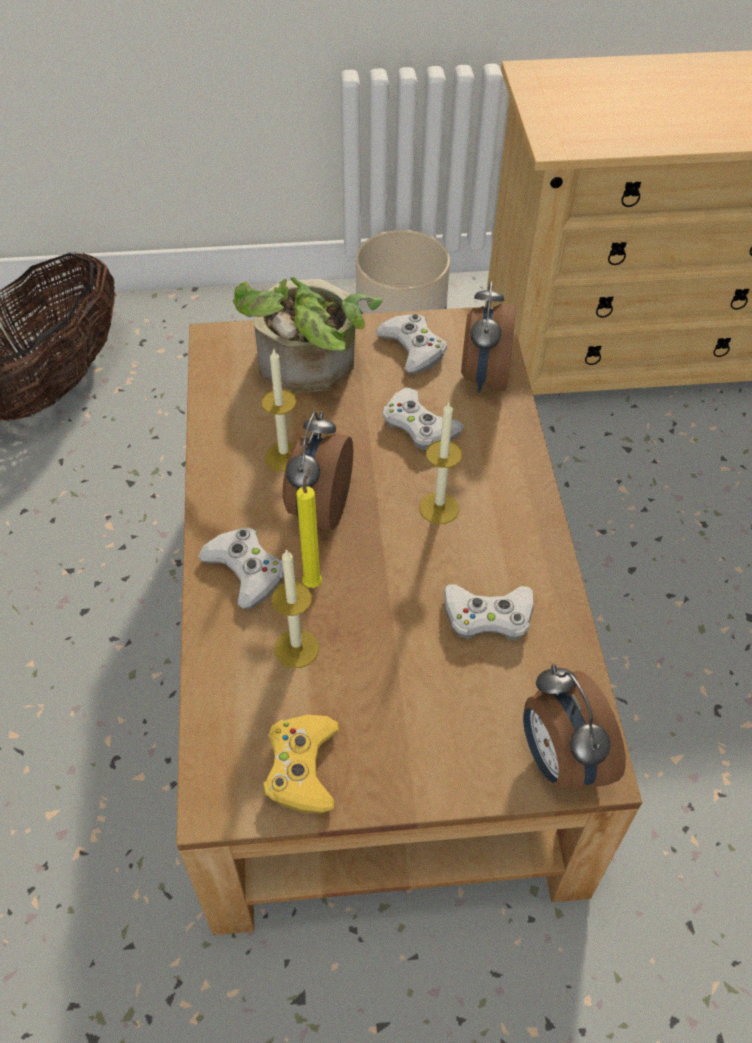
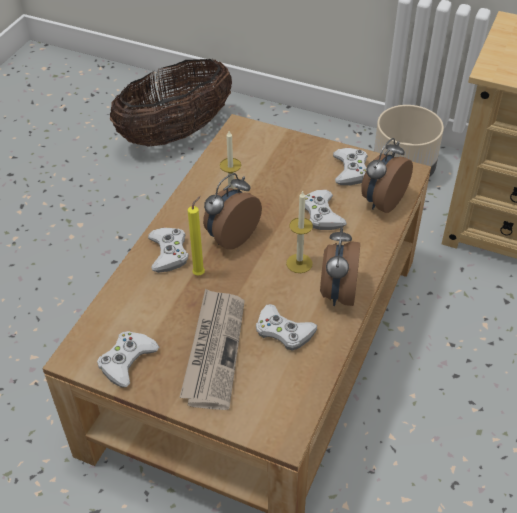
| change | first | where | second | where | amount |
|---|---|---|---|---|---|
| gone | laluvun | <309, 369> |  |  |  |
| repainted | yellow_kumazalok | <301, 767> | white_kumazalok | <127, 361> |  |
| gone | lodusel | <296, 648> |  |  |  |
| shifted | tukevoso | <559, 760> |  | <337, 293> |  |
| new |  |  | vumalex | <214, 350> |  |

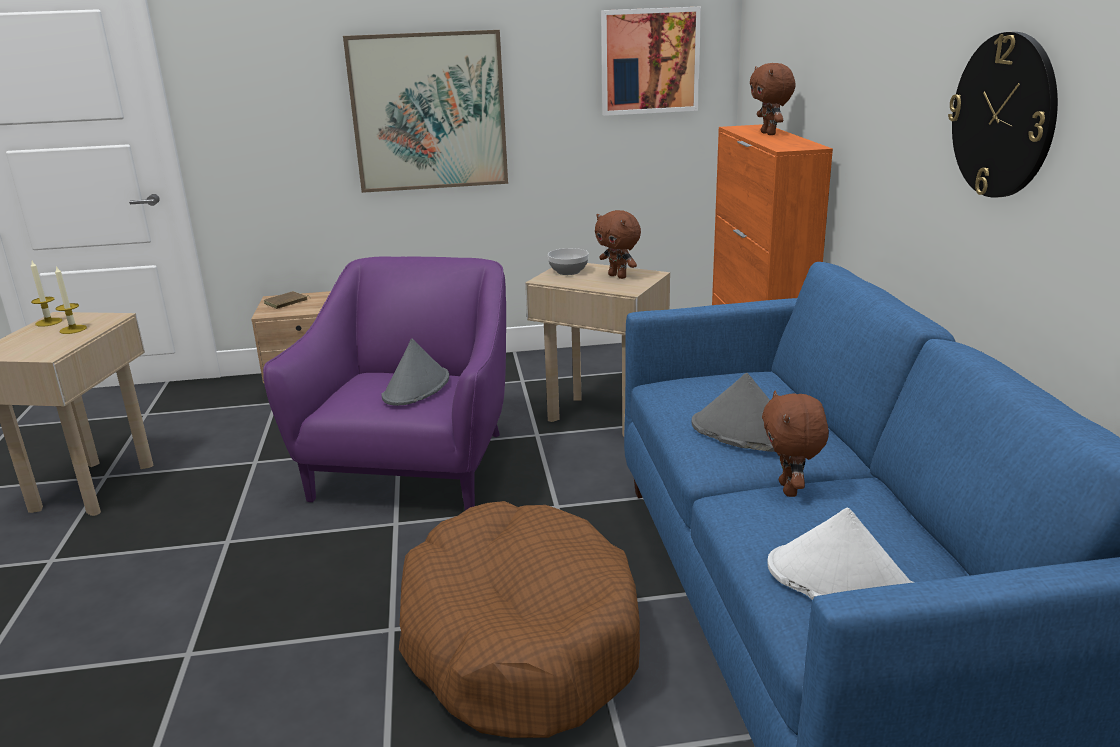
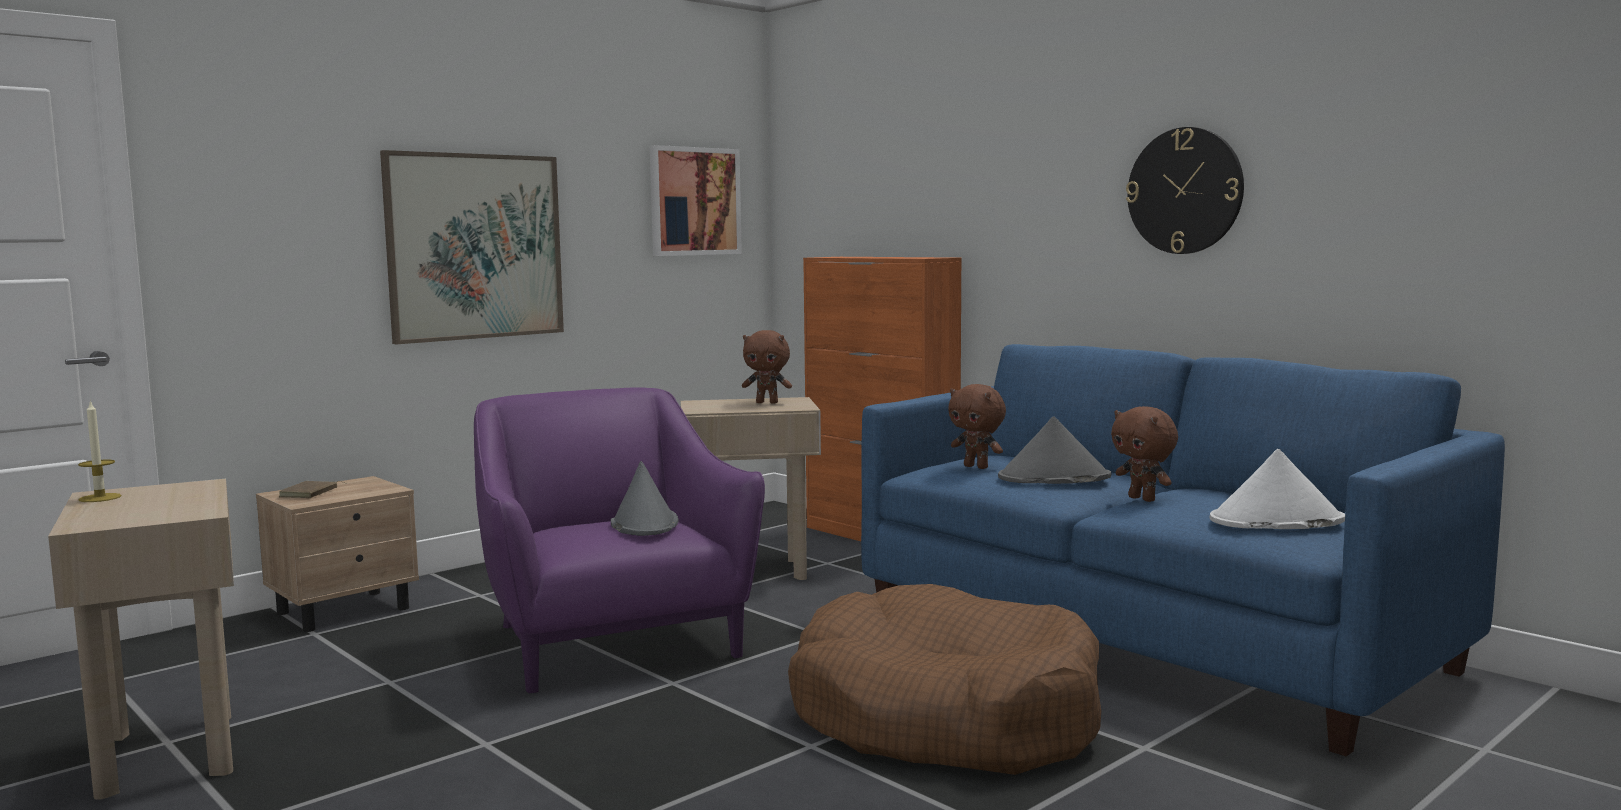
| change | first | where | second | where | amount |
|---|---|---|---|---|---|
| gone | lodusel | <73, 329> |  |  |  |
| gone | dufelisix | <569, 271> |  |  |  |
| shifted | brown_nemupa | <769, 134> |  | <977, 467> |  |

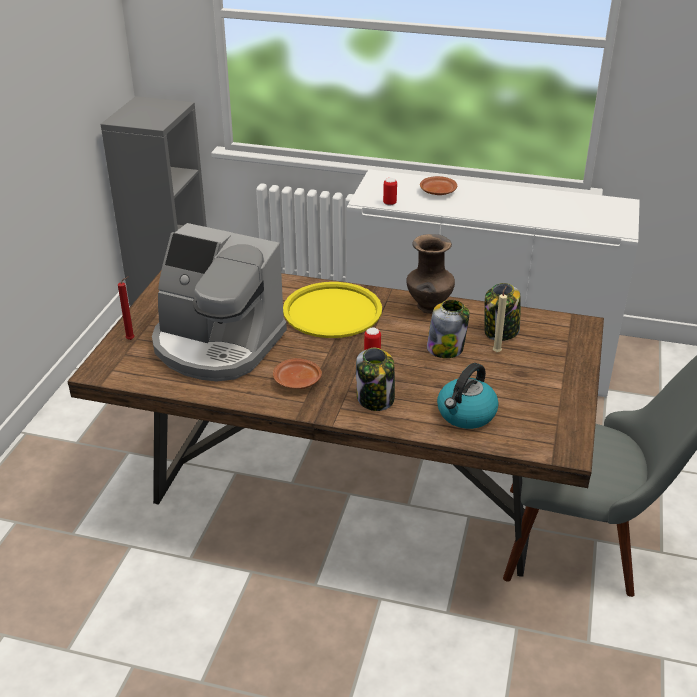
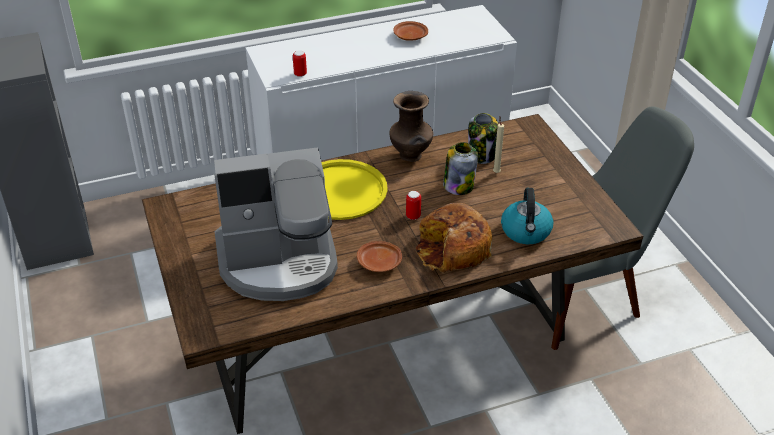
| change | first | where | second | where | amount |
|---|---|---|---|---|---|
| gone | red_lodusel | <132, 339> |  |  |  |
| swapped | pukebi | <375, 399> | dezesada | <452, 249> |  |
| shifted | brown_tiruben | <437, 191> |  | <410, 36> |  |

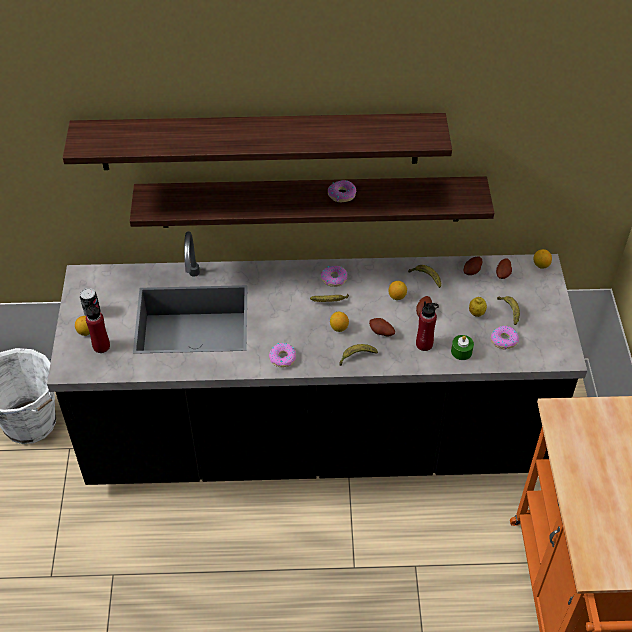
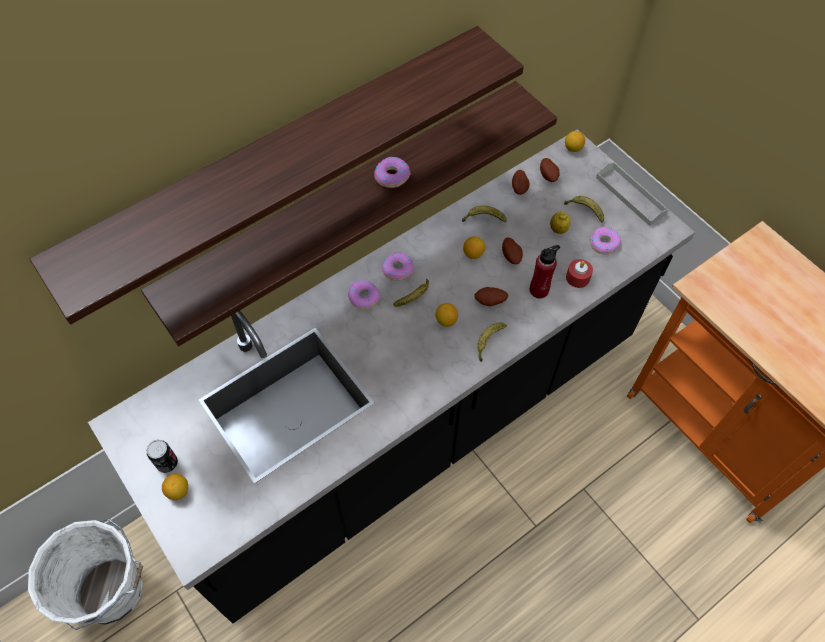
| change | first | where | second | where | amount |
|---|---|---|---|---|---|
| gone | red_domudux | <101, 346> |  |  |  |
| shifted | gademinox | <283, 358> |  | <363, 297> |  |
| repainted | green_lodusel | <461, 351> | red_lodusel | <577, 277> |  |
| new |  |  | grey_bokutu | <630, 196> |  |

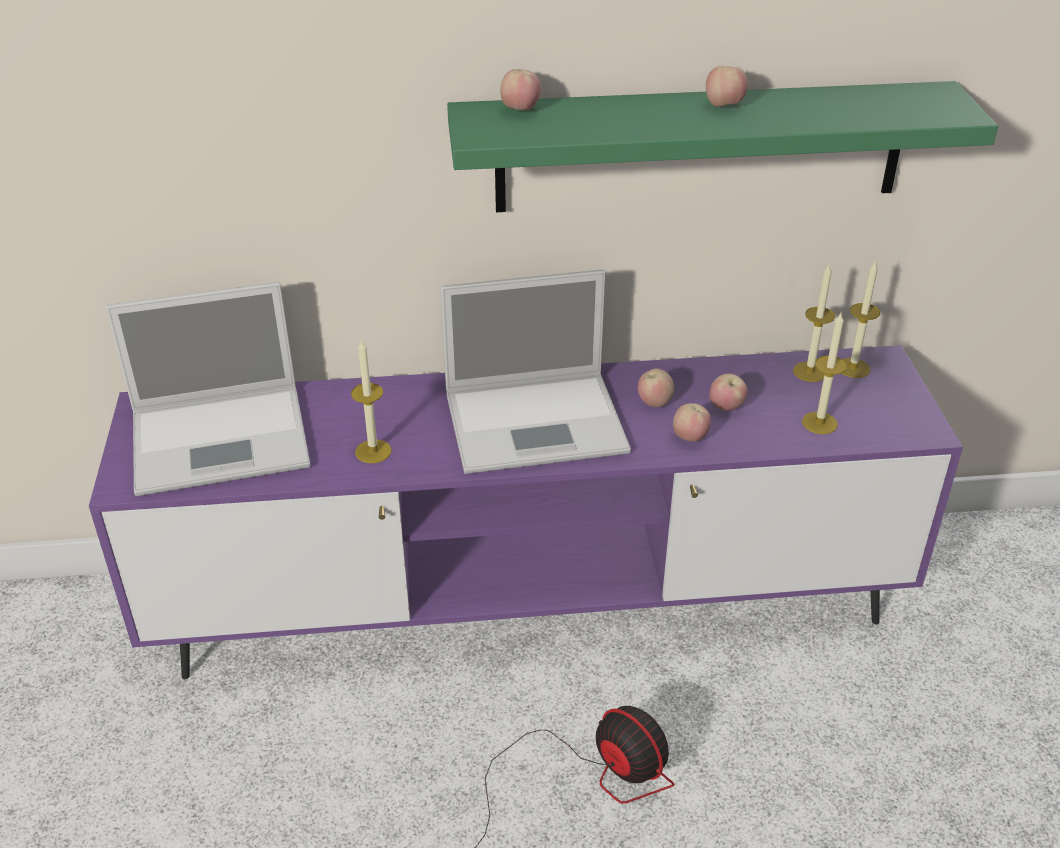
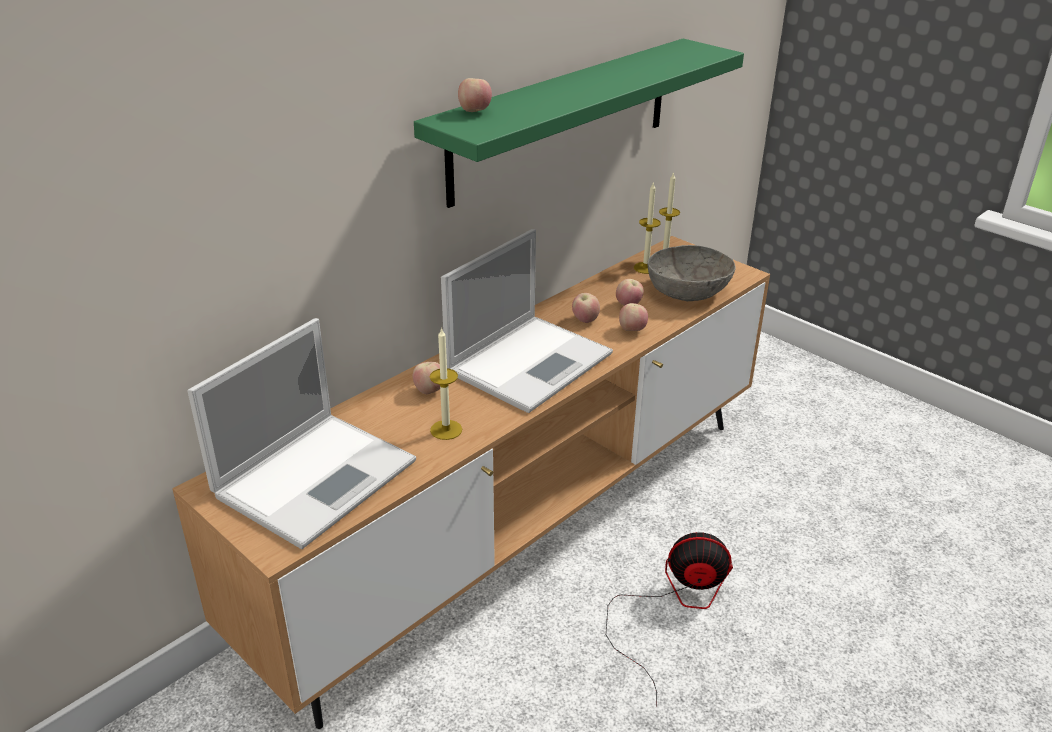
| change | first | where | second | where | amount |
|---|---|---|---|---|---|
| repainted | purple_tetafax | <529, 608> | brown_tetafax | <522, 530> |  |
| shifted | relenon | <724, 106> |  | <429, 391> |  |
| swapped | lodusel | <819, 423> | grey_dufelisix | <688, 292> |  |

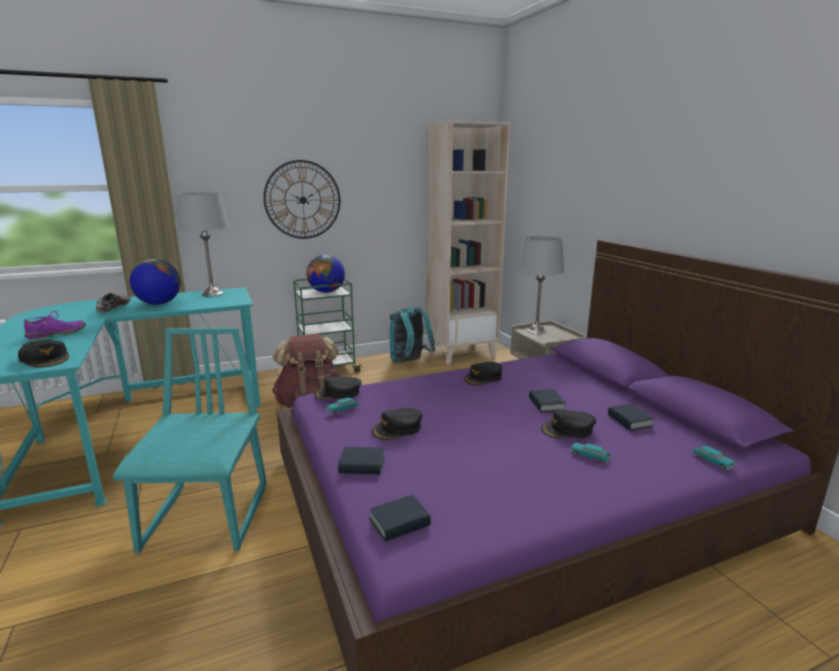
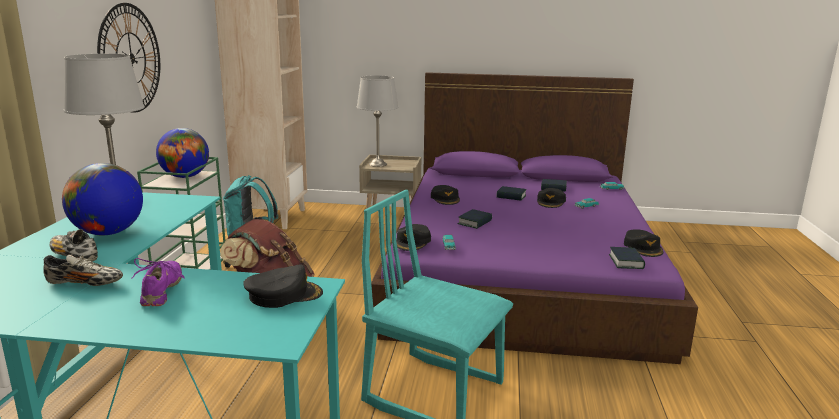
| change | first | where | second | where | amount |
|---|---|---|---|---|---|
| shifted | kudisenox | <362, 465> |  | <475, 222> |  |
| shifted | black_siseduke | <397, 429> |  | <643, 247> |  |
| new |  |  | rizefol | <85, 284> |  |

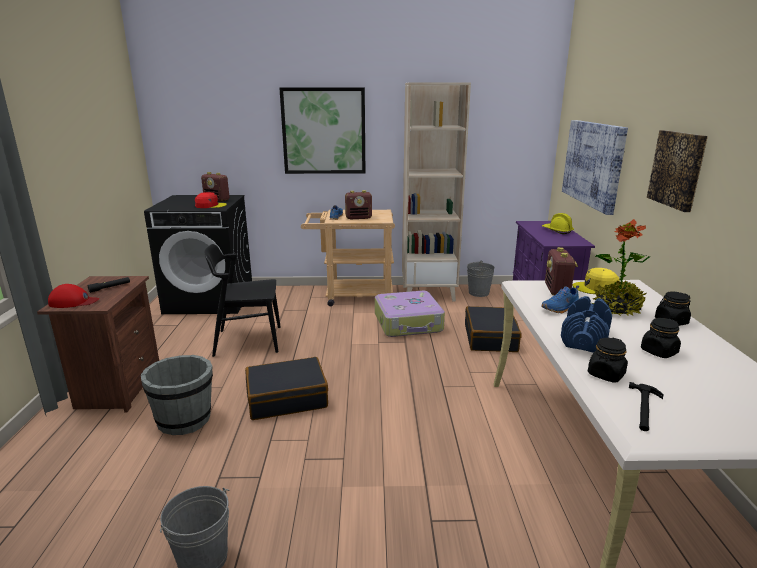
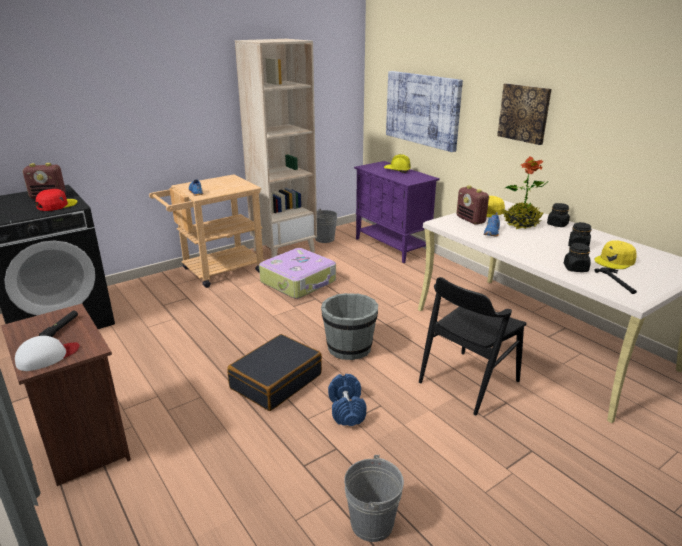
| change | first | where | second | where | amount |
|---|---|---|---|---|---|
| repainted | red_siseduke | <73, 302> | white_siseduke | <47, 356> |  |
| shifted | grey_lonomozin | <185, 419> |  | <349, 348> |  |
| shifted | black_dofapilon | <248, 341> |  | <468, 381> |  |
| gone | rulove | <324, 131> |  |  |  |
| gone | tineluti | <359, 218> |  |  |  |
| gone | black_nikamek | <490, 338> |  |  |  |
| shifted | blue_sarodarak | <584, 338> |  | <346, 409> |  |
| new |  |  | yellow_siseduke | <615, 261> |  |

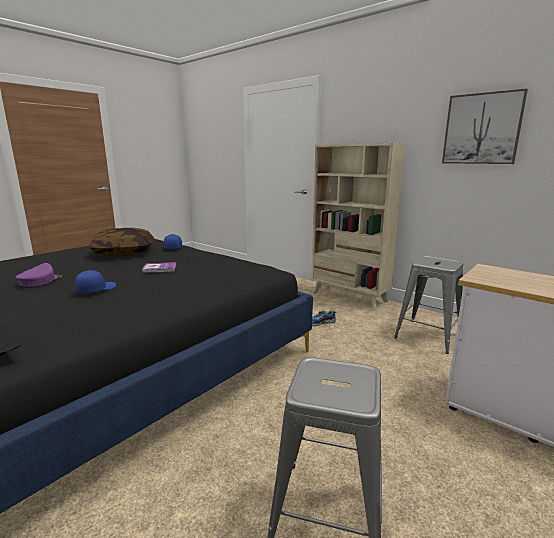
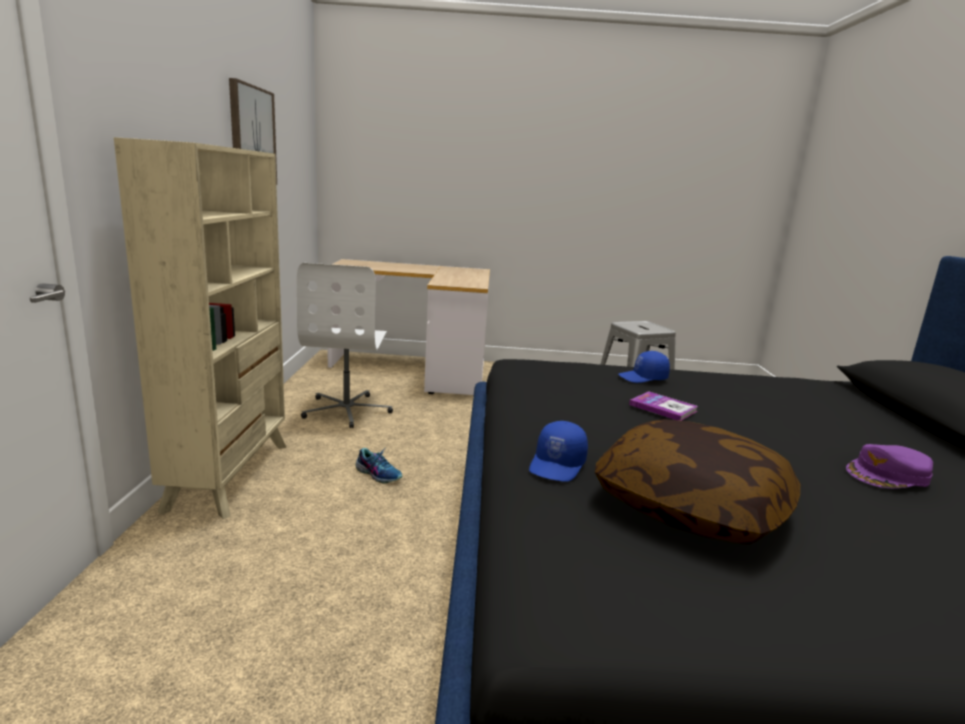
| change | first | where | second | where | amount |
|---|---|---|---|---|---|
| shifted | blue_siseduke | <96, 289> |  | <643, 378> |  |
| swapped | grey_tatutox | <428, 336> | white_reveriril | <347, 410> |  |

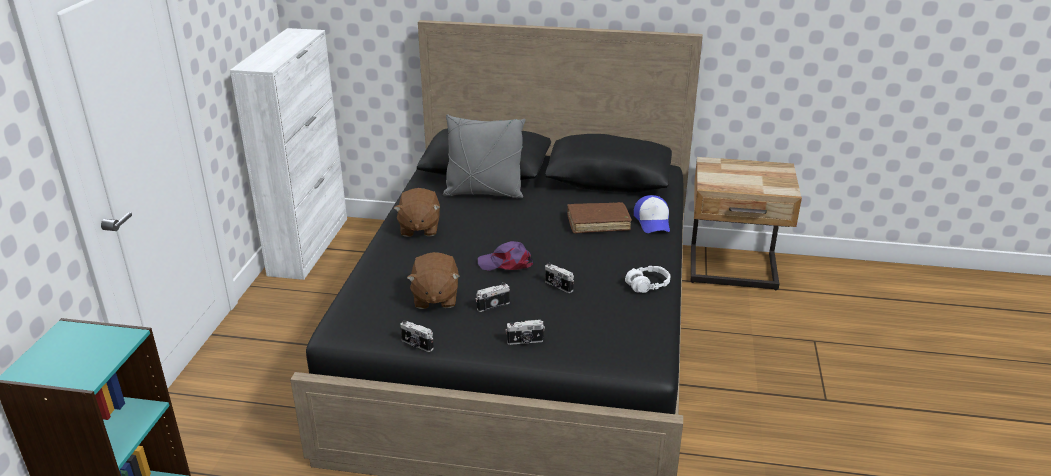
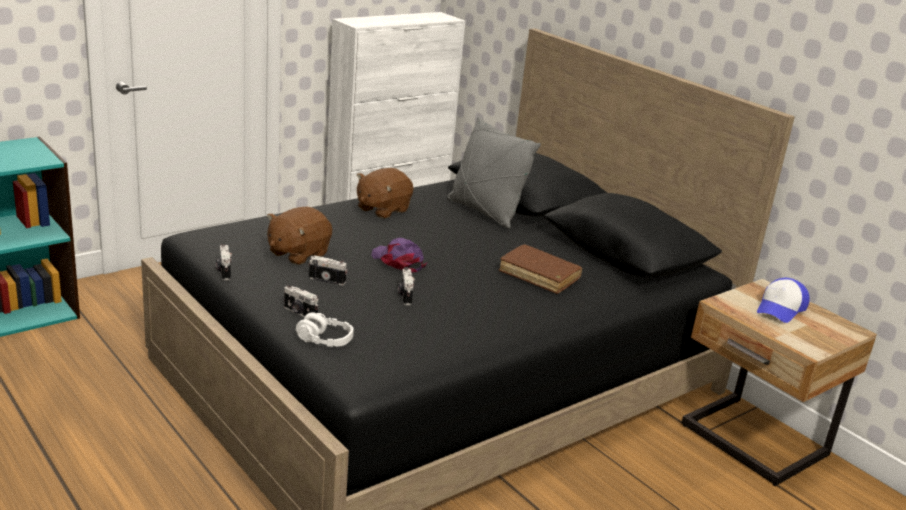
| change | first | where | second | where | amount |
|---|---|---|---|---|---|
| shifted | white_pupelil | <647, 285> |  | <324, 340> |  |
| shifted | siseduke | <653, 221> |  | <781, 309> |  |

